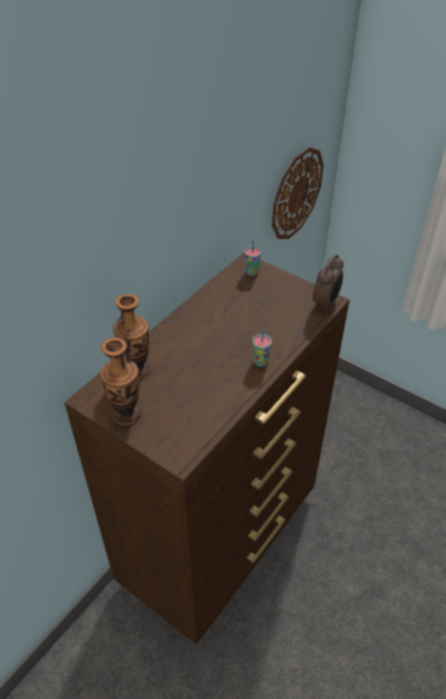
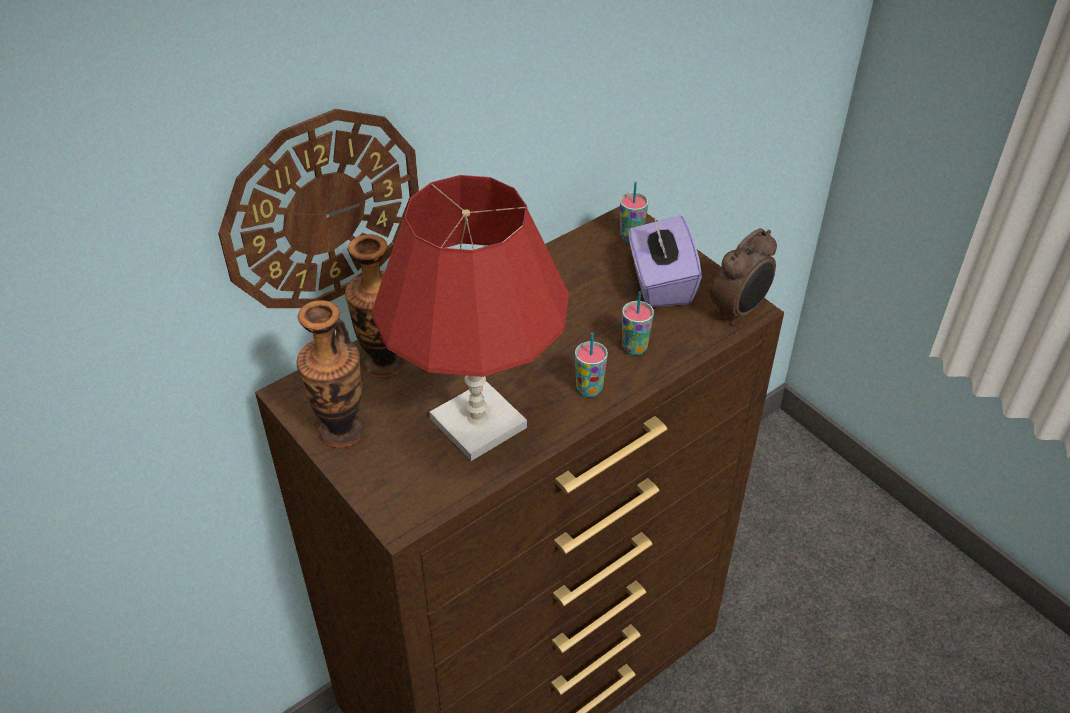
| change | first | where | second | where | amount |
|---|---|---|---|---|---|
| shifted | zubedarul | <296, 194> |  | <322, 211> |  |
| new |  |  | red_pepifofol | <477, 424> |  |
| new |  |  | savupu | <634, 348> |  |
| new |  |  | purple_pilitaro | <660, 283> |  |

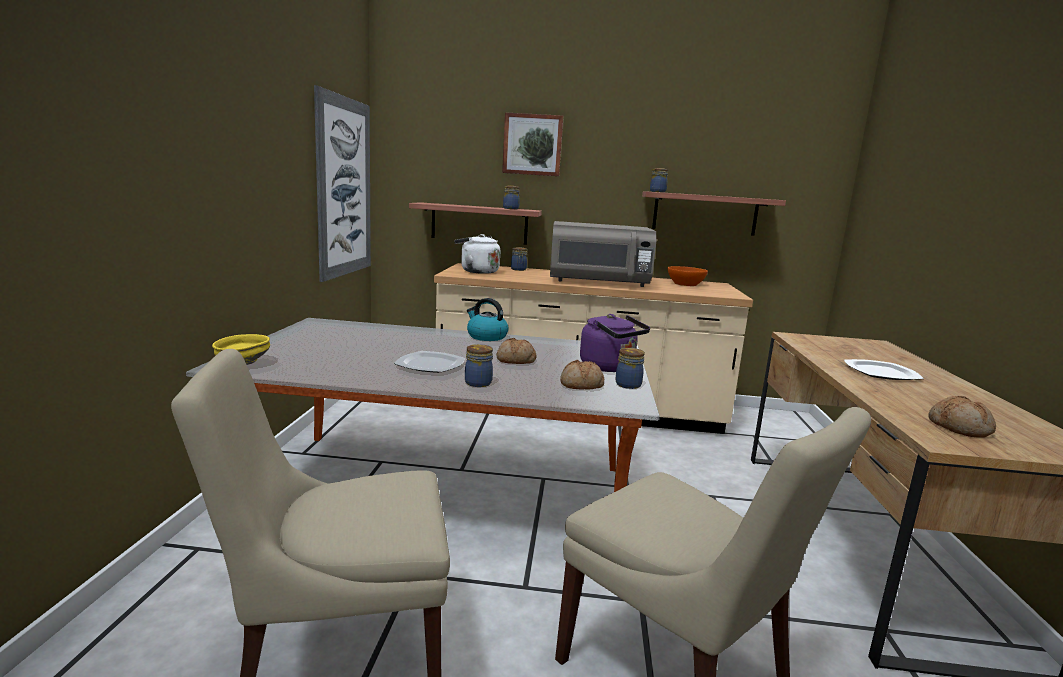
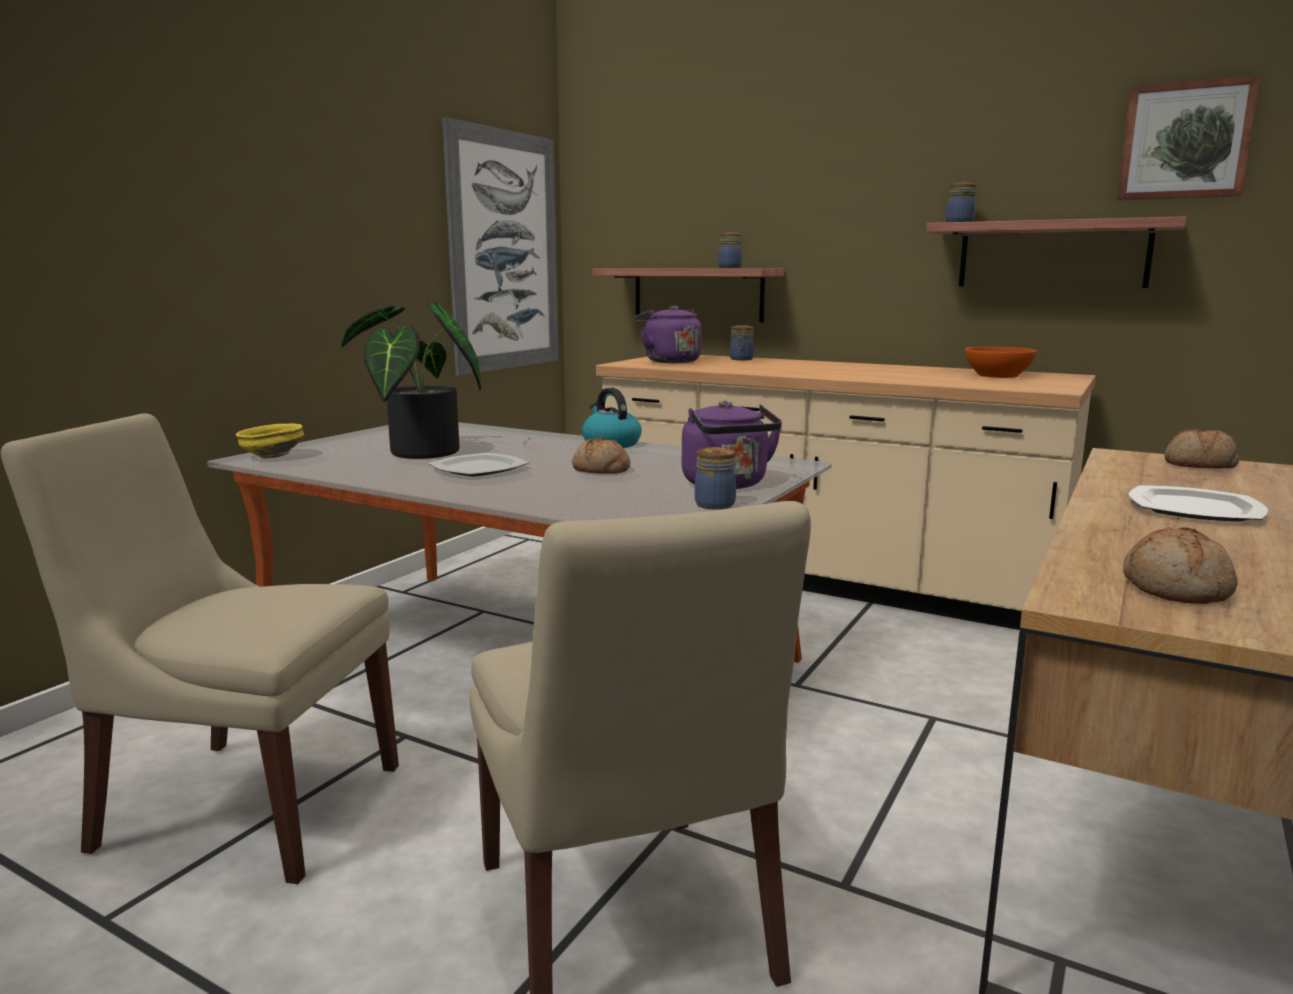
| change | first | where | second | where | amount |
|---|---|---|---|---|---|
| repainted | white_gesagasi | <477, 271> | purple_gesagasi | <669, 361> |  |
| gone | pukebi | <479, 383> |  |  |  |
| shifted | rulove | <532, 145> |  | <1185, 141> |  |
| gone | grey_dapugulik | <598, 282> |  |  |  |
| shifted | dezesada | <581, 385> |  | <1199, 465> |  |
| new |  |  | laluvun | <417, 454> |  |

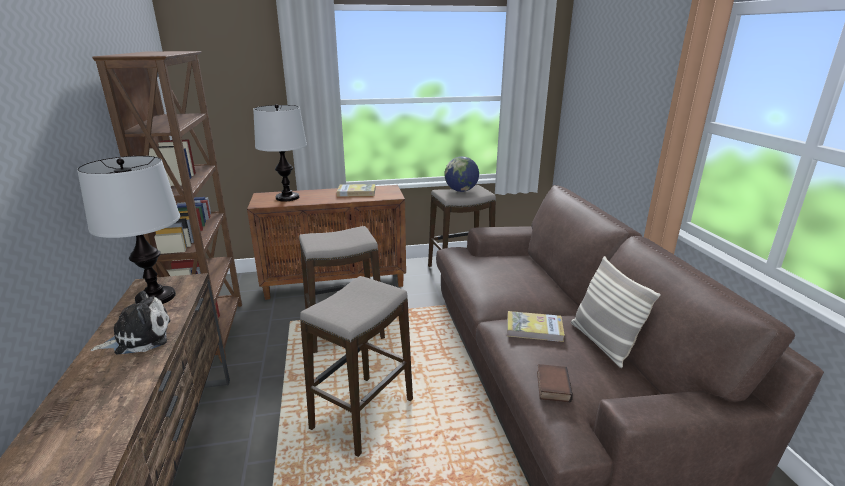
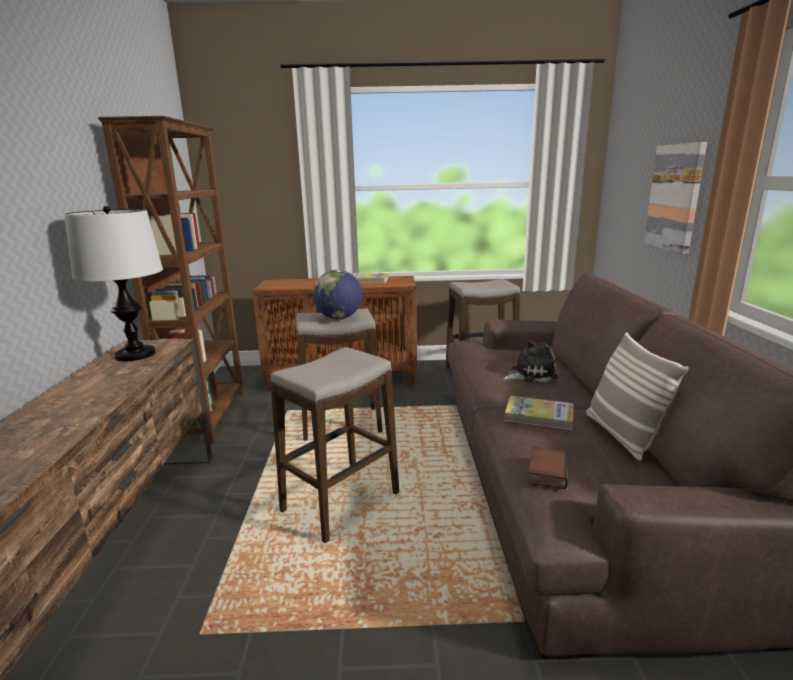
| change | first | where | second | where | amount |
|---|---|---|---|---|---|
| shifted | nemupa | <139, 337> |  | <530, 374> |  |
| gone | pepifofol | <287, 197> |  |  |  |
| shifted | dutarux | <461, 190> |  | <339, 318> |  |
| new |  |  | rulove | <675, 197> |  |

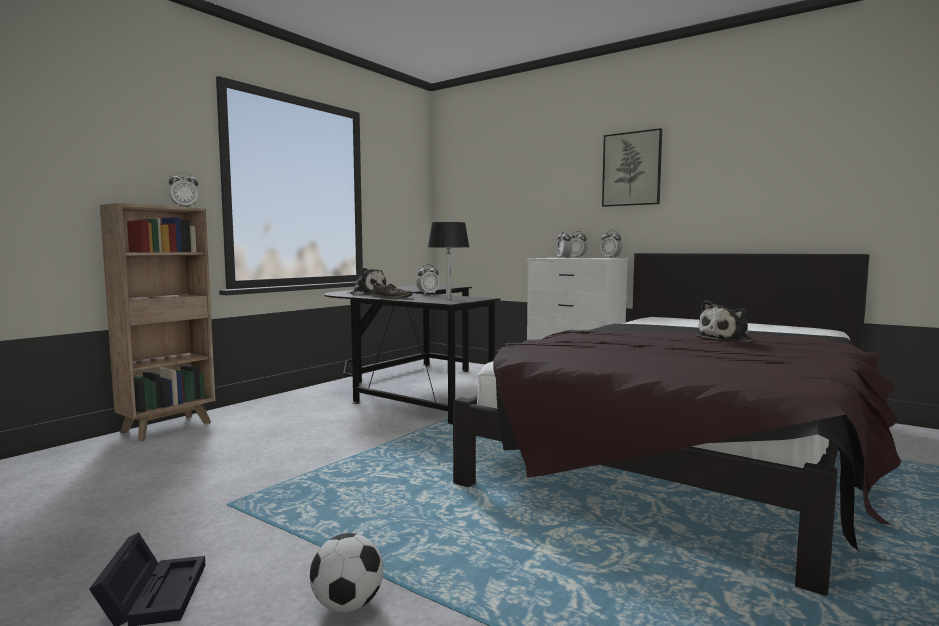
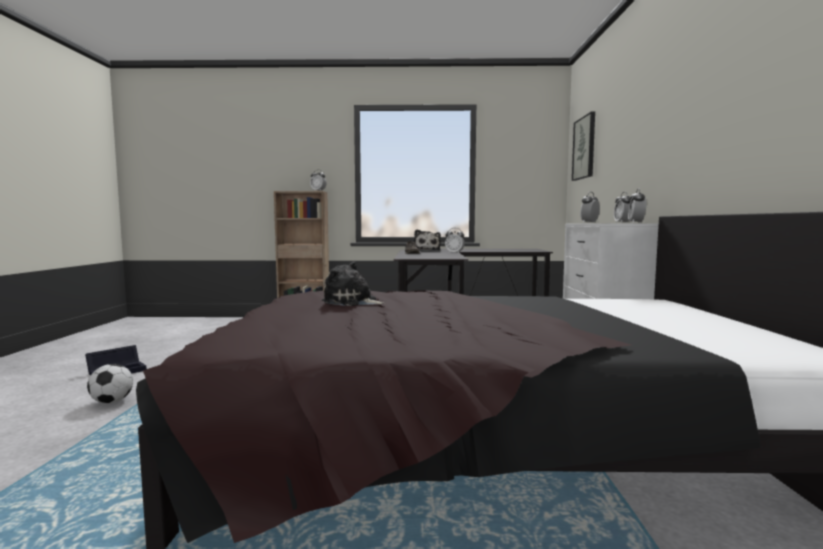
| change | first | where | second | where | amount |
|---|---|---|---|---|---|
| gone | black_pepifofol | <448, 299> |  |  |  |
| shifted | rulove | <632, 169> |  | <584, 148> |  |
| shifted | nemupa | <727, 339> |  | <352, 302> |  |

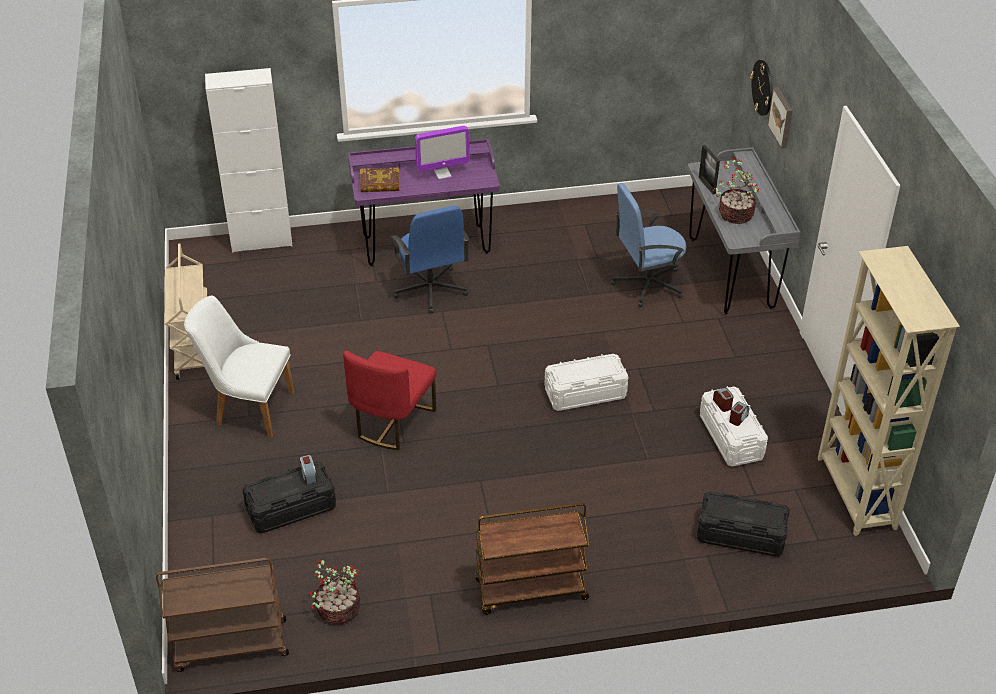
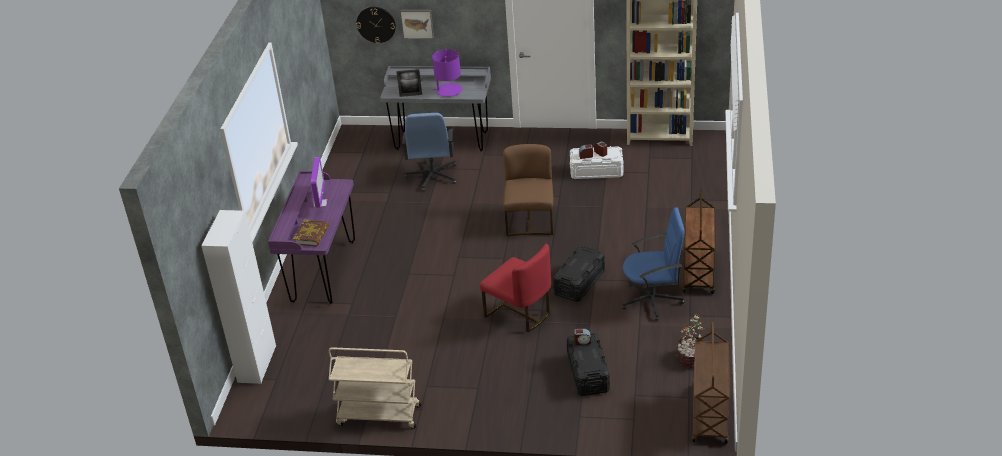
| change | first | where | second | where | amount |
|---|---|---|---|---|---|
| gone | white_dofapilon | <247, 408> |  |  |  |
| shifted | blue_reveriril | <430, 290> |  | <653, 300> |  |
| swapped | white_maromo | <585, 393> | brown_dofapilon | <530, 221> |  |
| shifted | black_maromo | <741, 535> |  | <579, 283> |  |
| swapped | laluvun | <734, 214> | purple_pepifofol | <449, 90> |  |

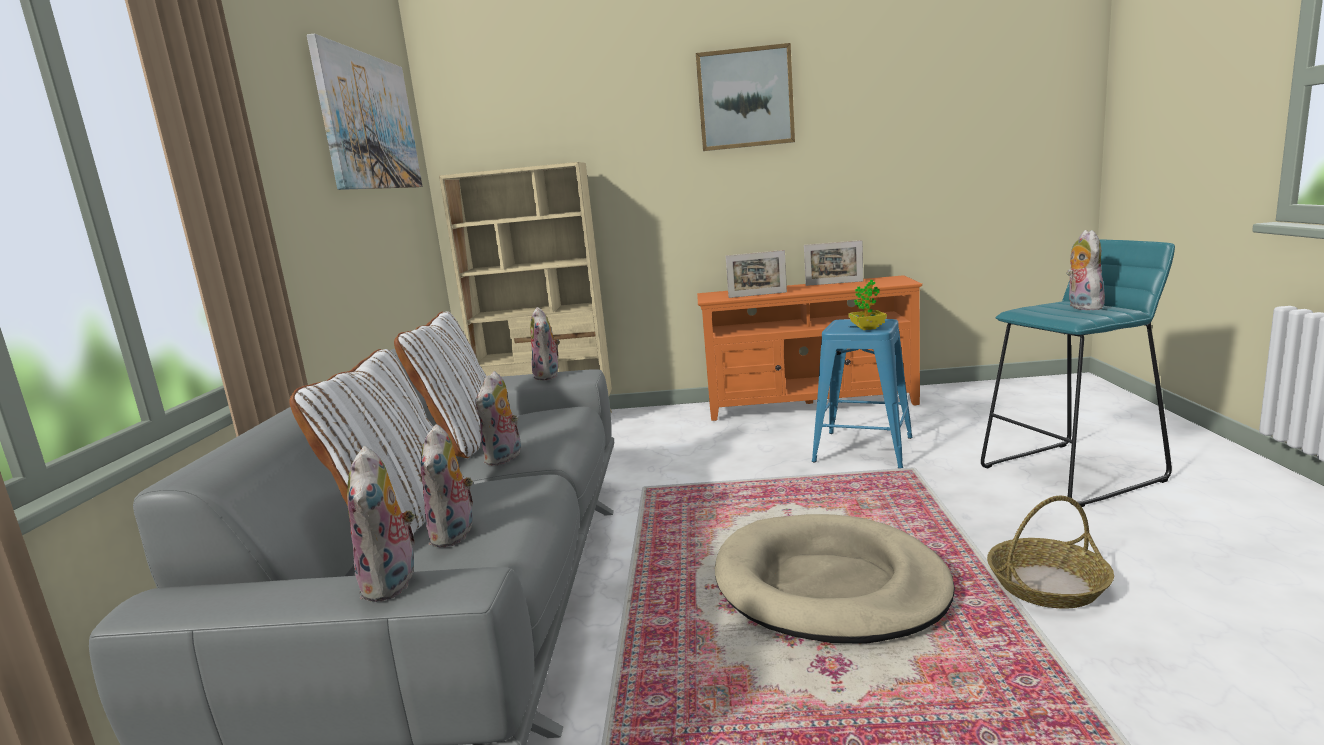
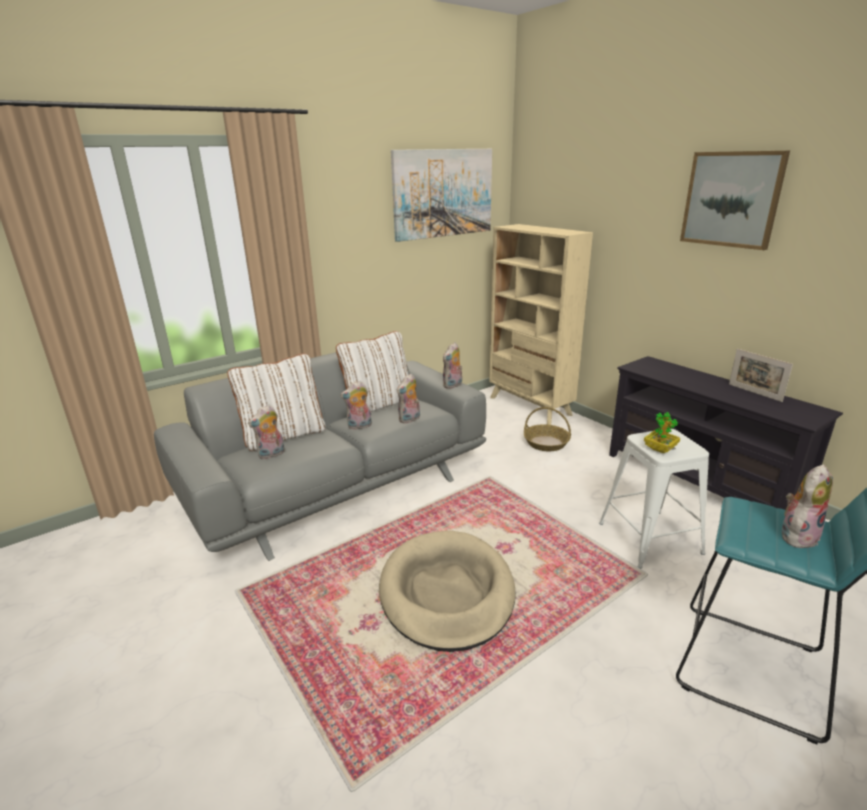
| change | first | where | second | where | amount |
|---|---|---|---|---|---|
| shifted | nemupa | <393, 584> |  | <410, 419> |  |
| repainted | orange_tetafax | <809, 404> | black_tetafax | <698, 482> |  |
| gone | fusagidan | <757, 295> |  |  |  |
| repainted | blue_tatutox | <862, 449> | white_tatutox | <649, 538> |  |
| shifted | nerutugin | <1047, 585> |  | <546, 443> |  |

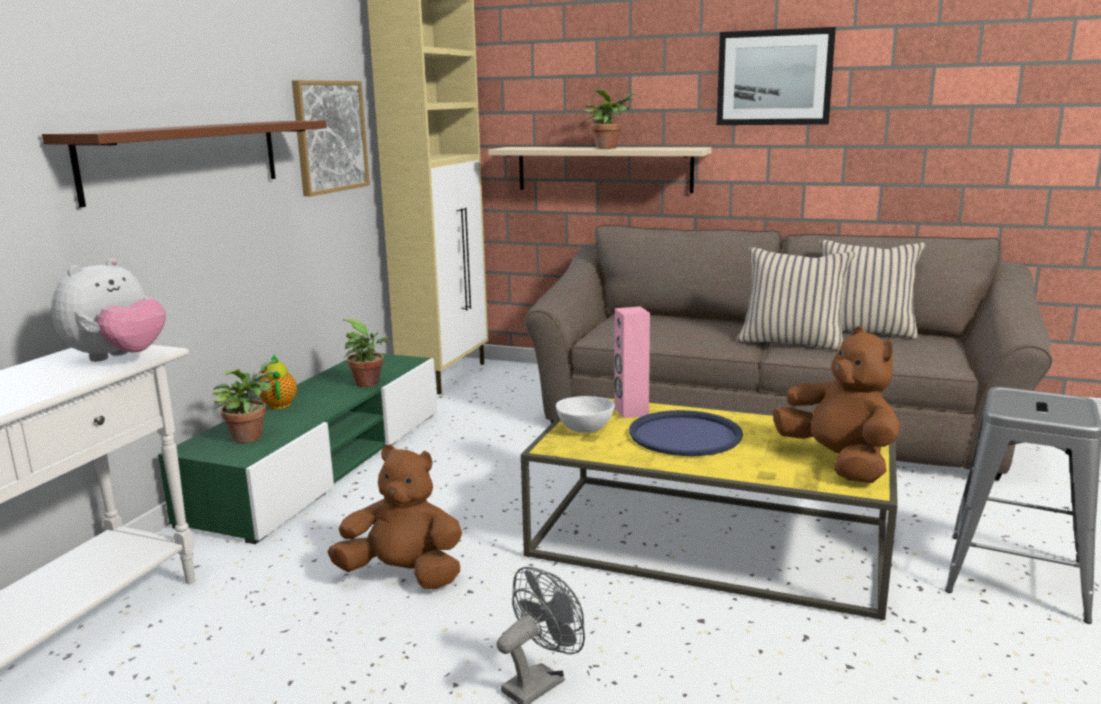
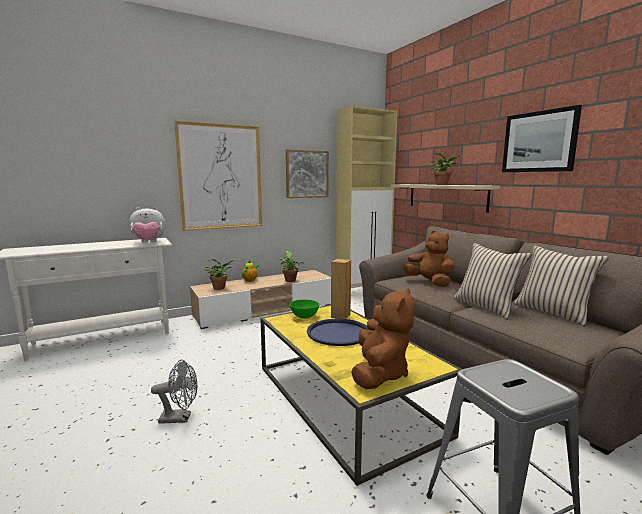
| change | first | where | second | where | amount |
|---|---|---|---|---|---|
| swapped | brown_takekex | <185, 159> | rulove | <221, 177> |  |
| repainted | green_tetafax | <323, 464> | beige_tetafax | <265, 310> |  |
| shifted | brown_nemupa | <403, 575> |  | <429, 282> |  |
| repainted | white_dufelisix | <585, 430> | green_dufelisix | <304, 317> |  |
| repainted | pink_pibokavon | <630, 411> | brown_pibokavon | <340, 316> |  |

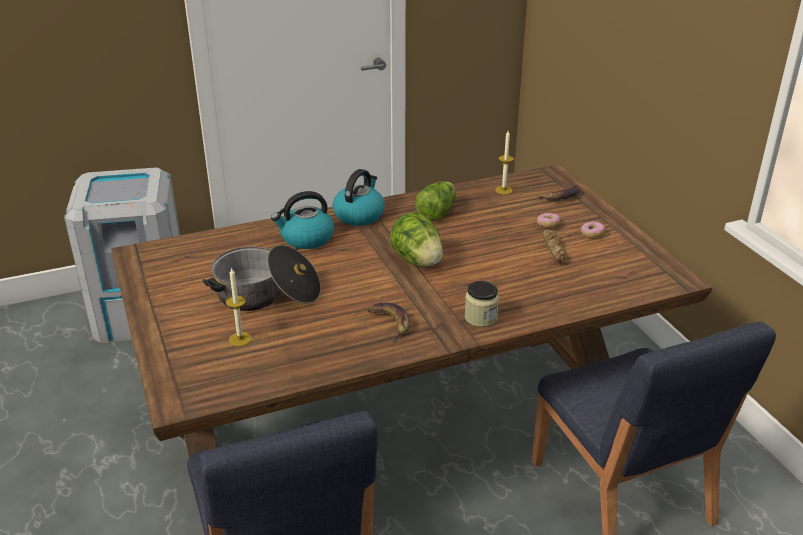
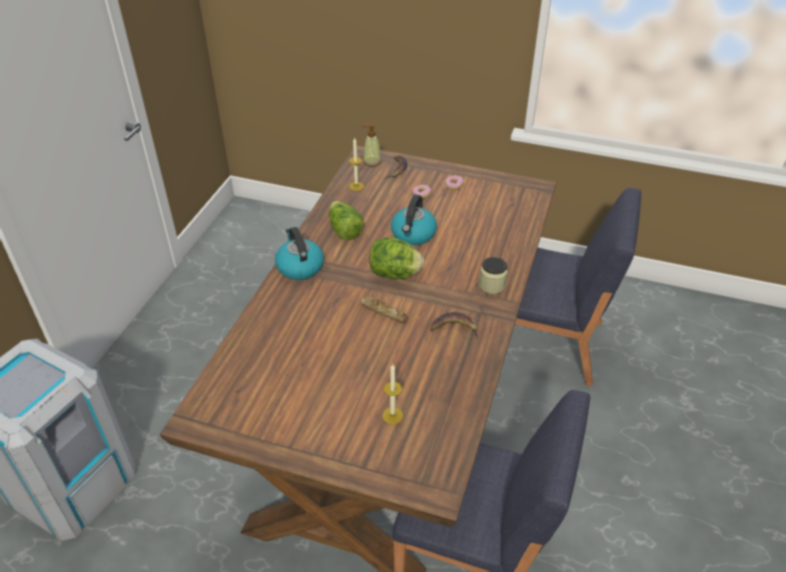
| change | first | where | second | where | amount |
|---|---|---|---|---|---|
| gone | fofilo | <266, 295> |  |  |  |
| shifted | gesagasi | <306, 238> |  | <413, 234> |  |
| shifted | dezesada | <554, 249> |  | <384, 311> |  |
| new |  |  | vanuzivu | <371, 162> |  |

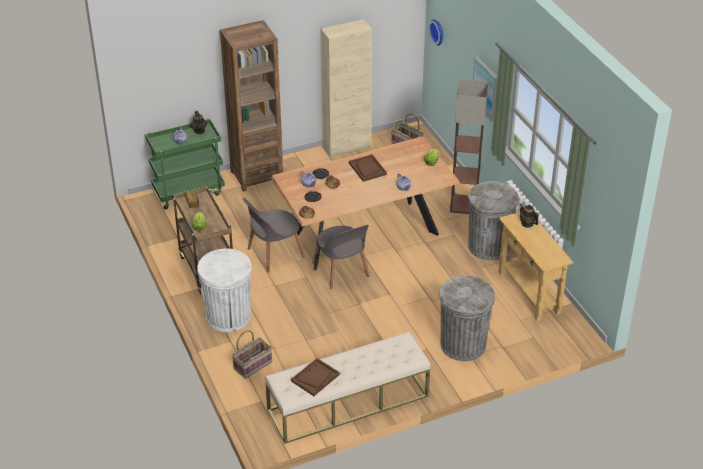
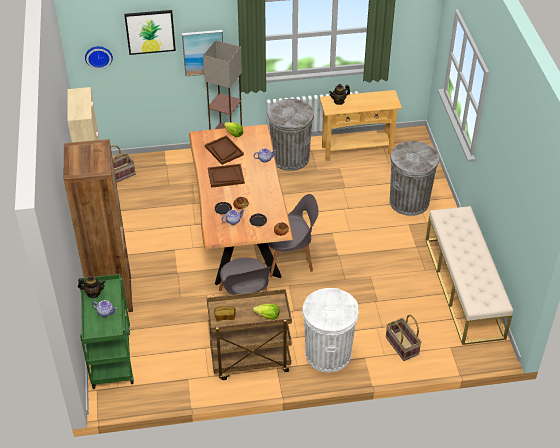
| change | first | where | second | where | amount |
|---|---|---|---|---|---|
| shifted | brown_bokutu | <315, 378> |  | <224, 151> |  |
| new |  |  | rulove | <150, 31> |  |

